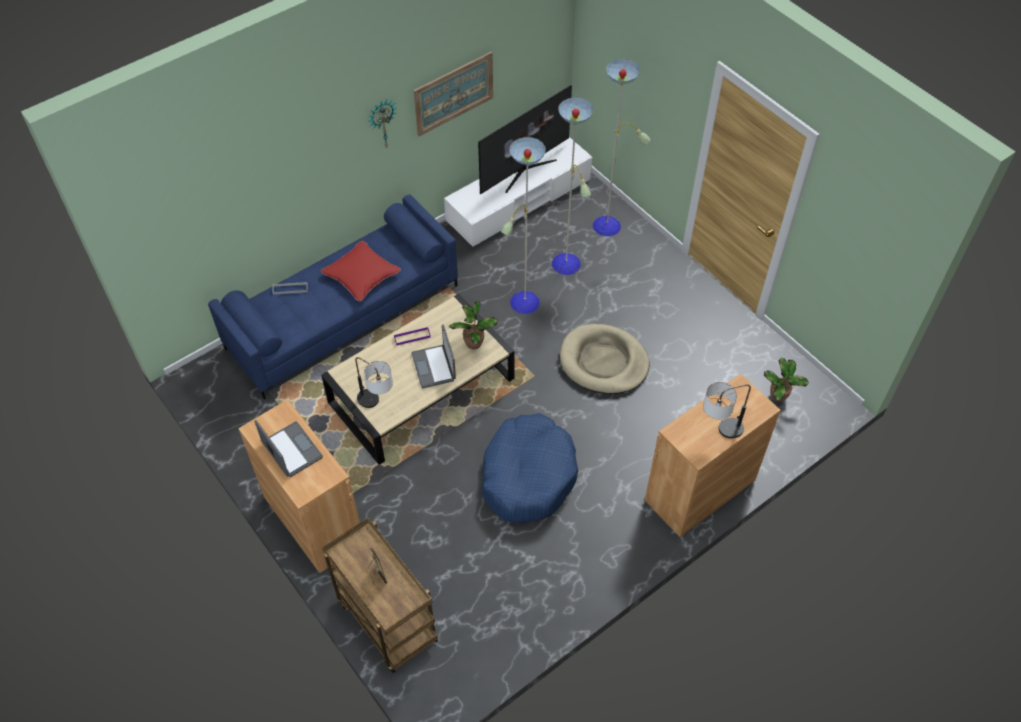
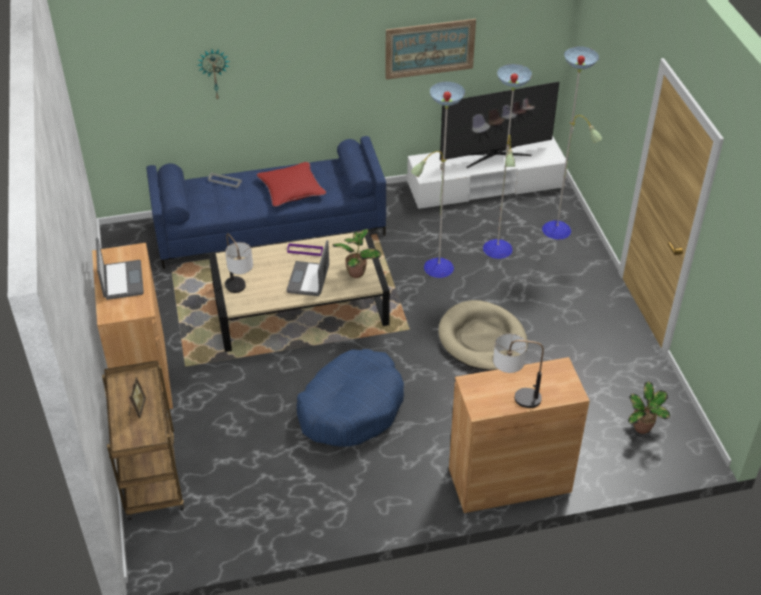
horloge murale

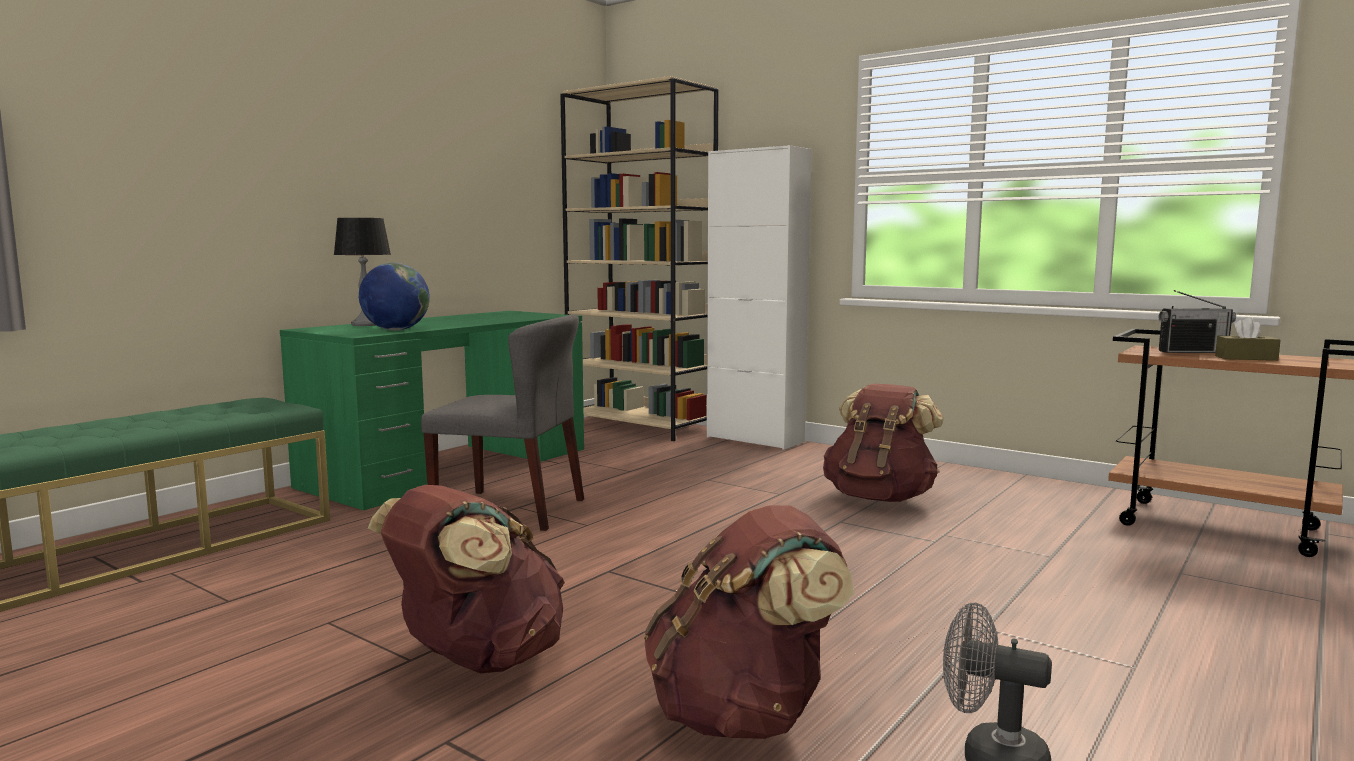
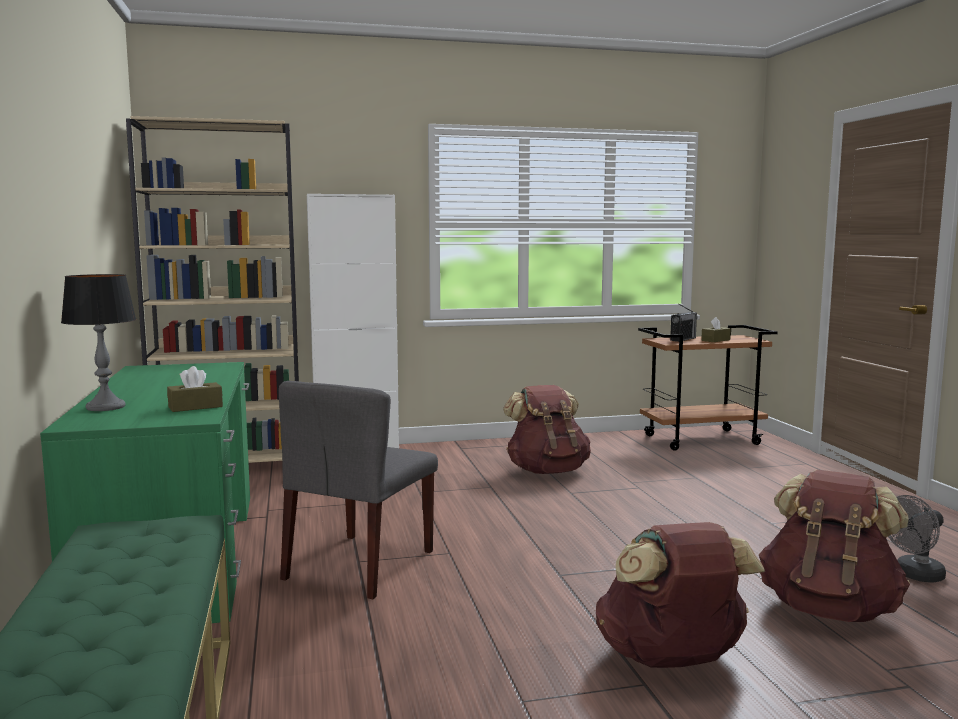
boîte à mouchoirs [marron] (1st from left); chaise [gris]

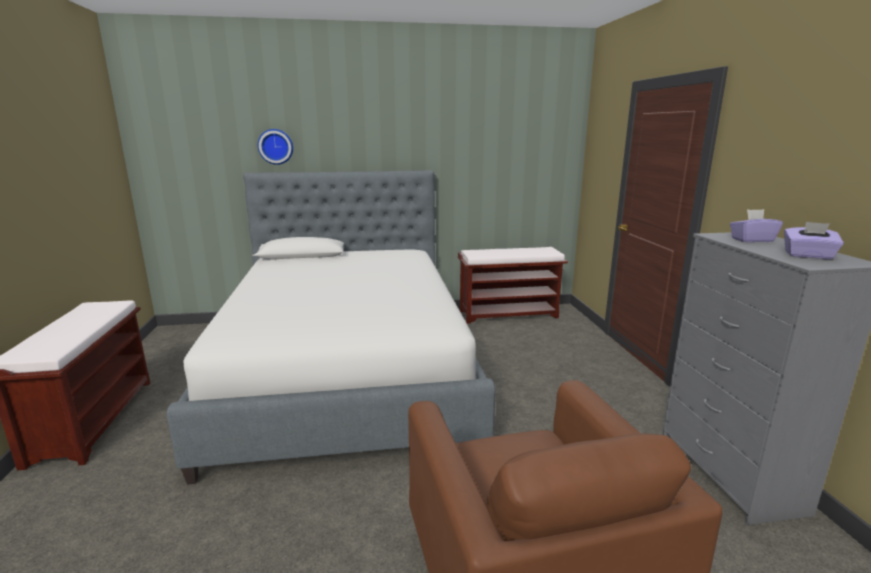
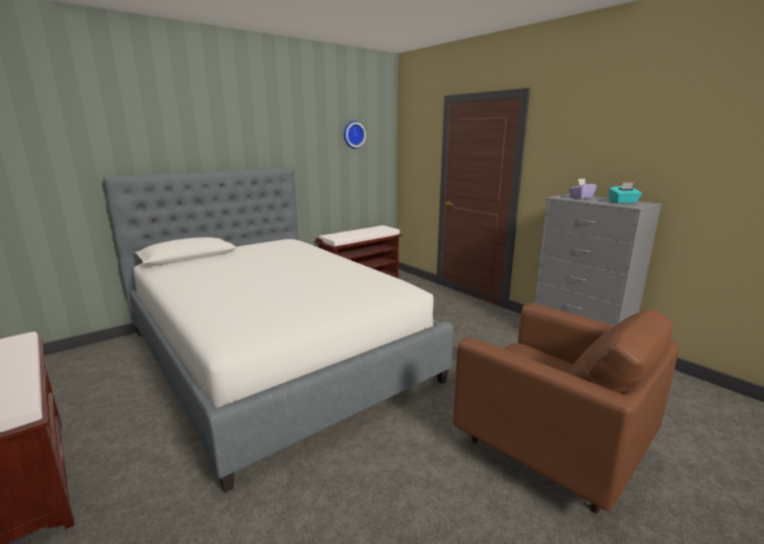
horloge murale; boîte à mouchoirs [turquoise]

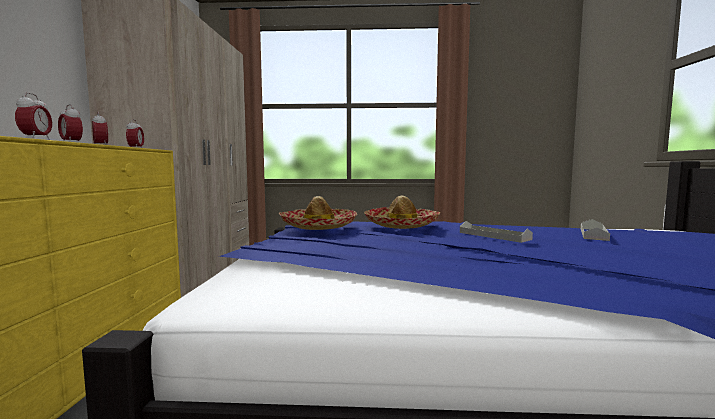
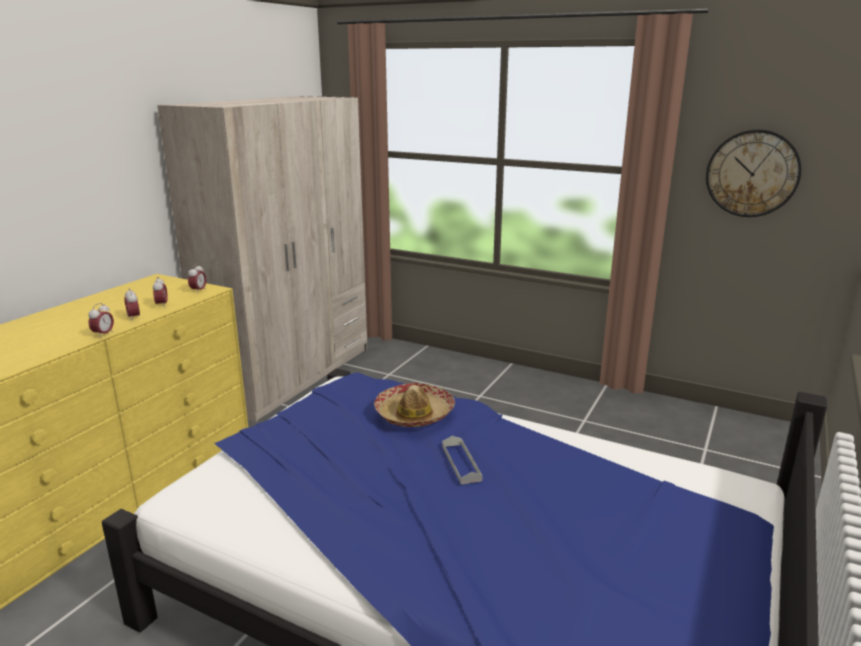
chapeau (1st from left in the first image); plateau [gris] (2nd from left in the first image); horloge murale

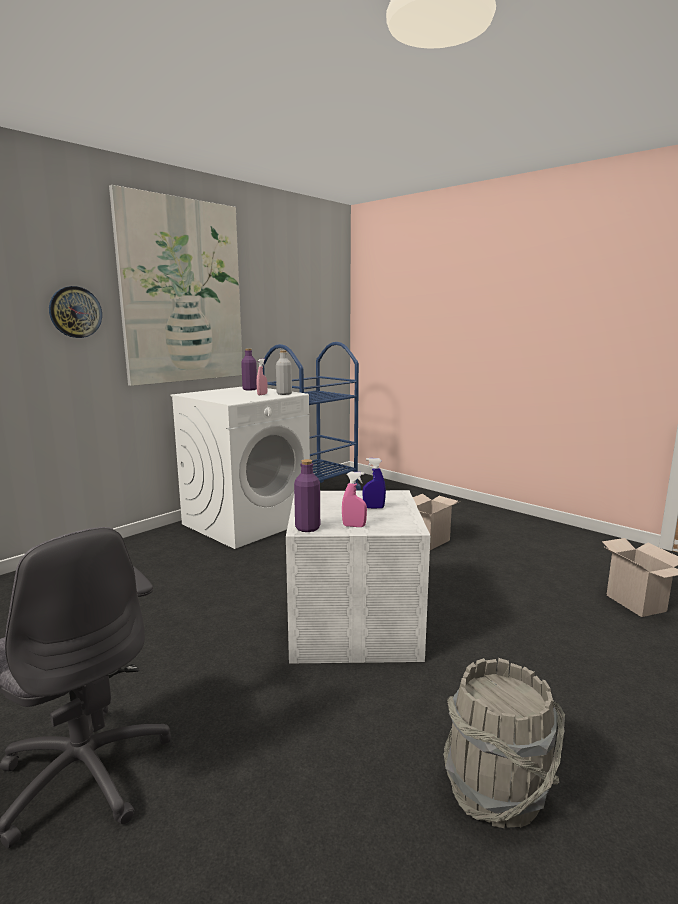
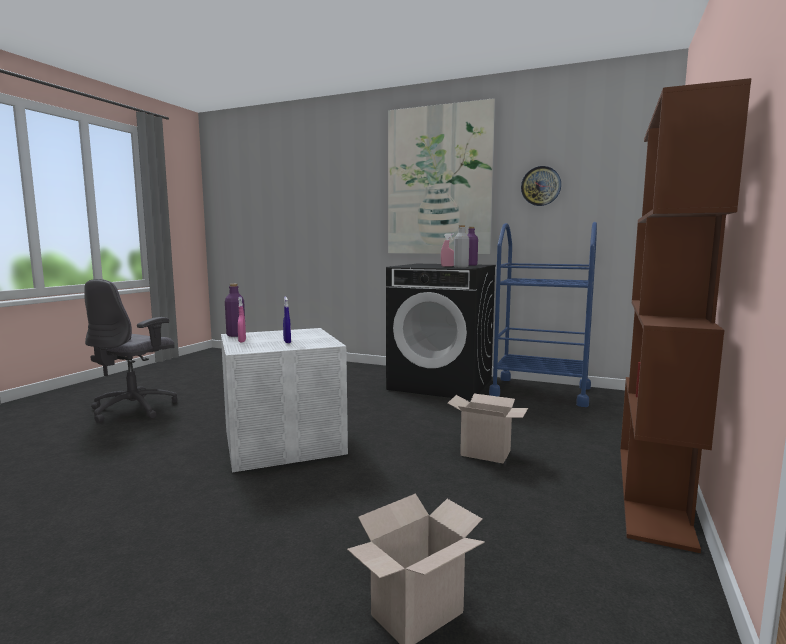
seau [gris]; bibliothèque [marron]; horloge murale; lave-linge [noir]

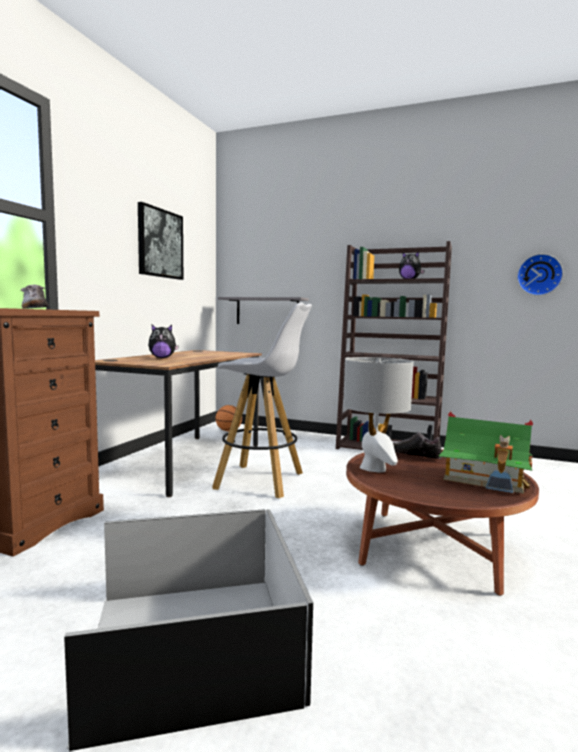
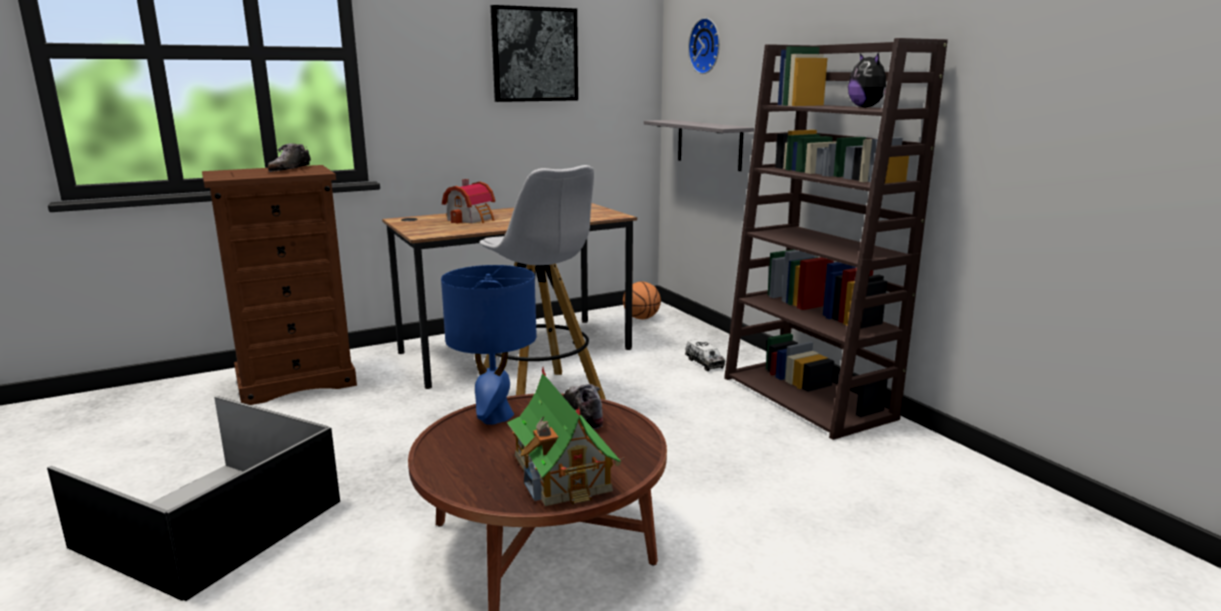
camion jouet; horloge murale; maison miniature (1st from left); lampe de table [bleu]

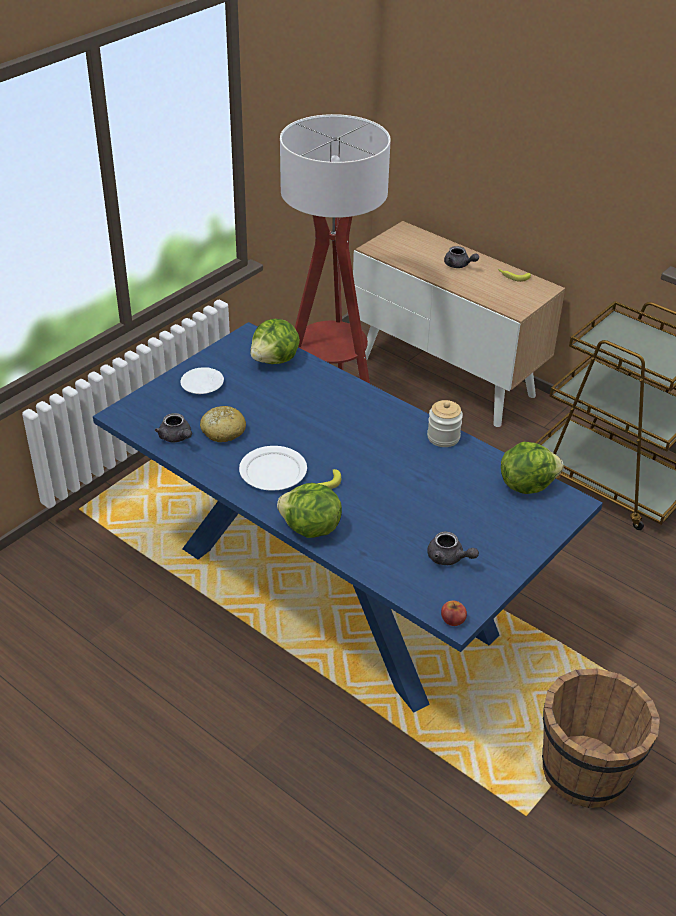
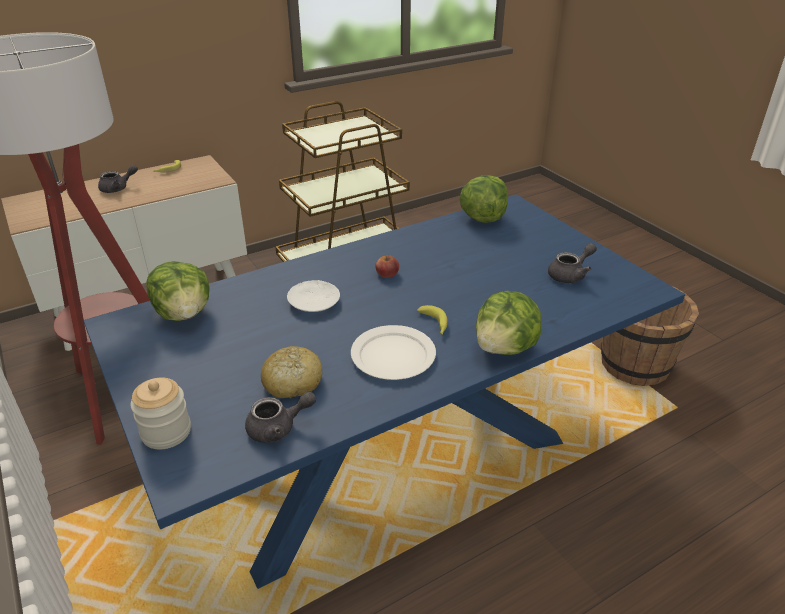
assiette [blanc] (1st from left); bocal; pomme

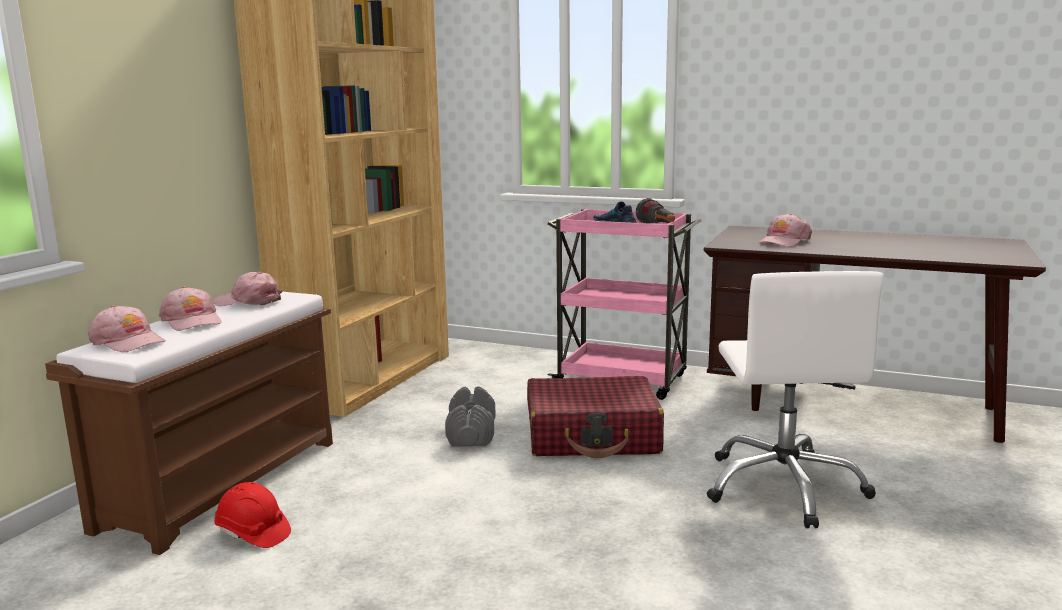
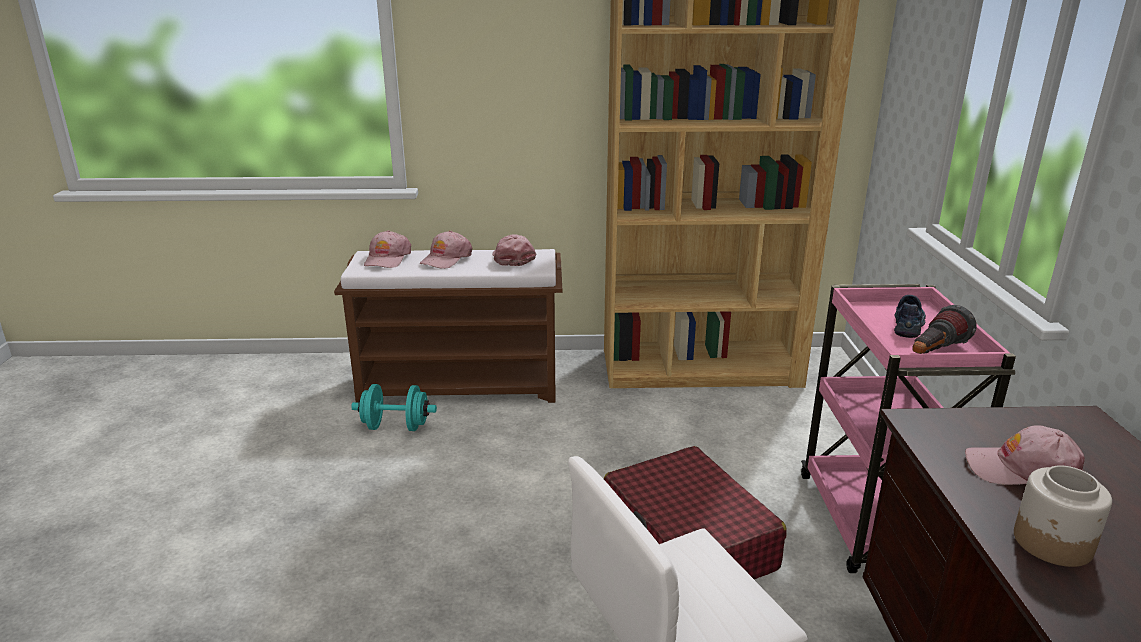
haltère [gris]; bocal; haltère [turquoise]

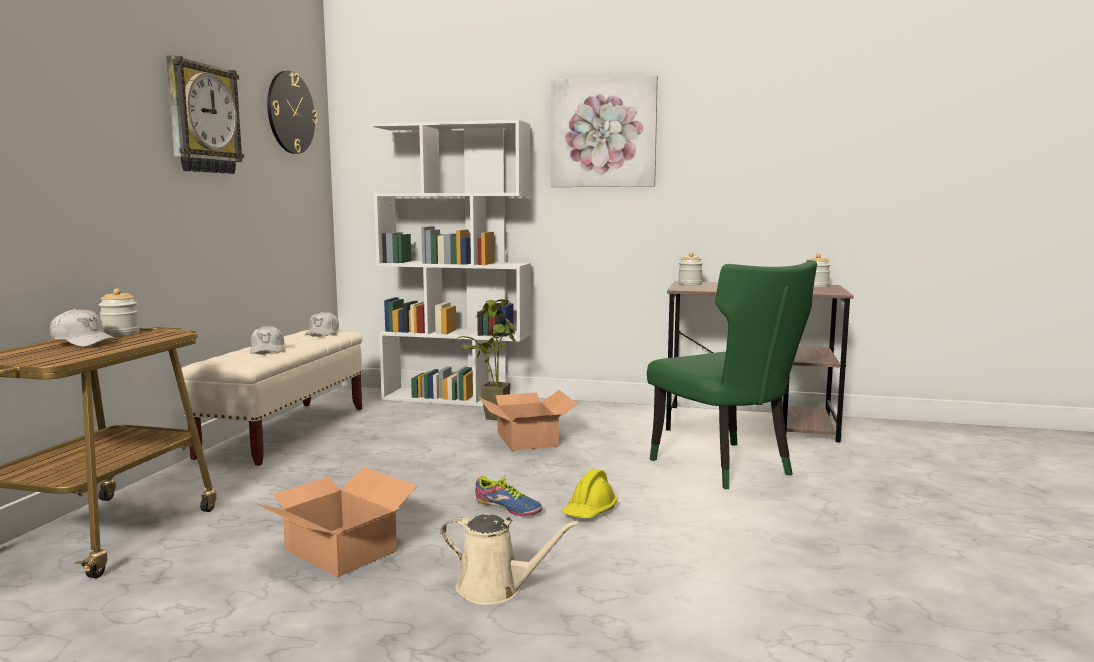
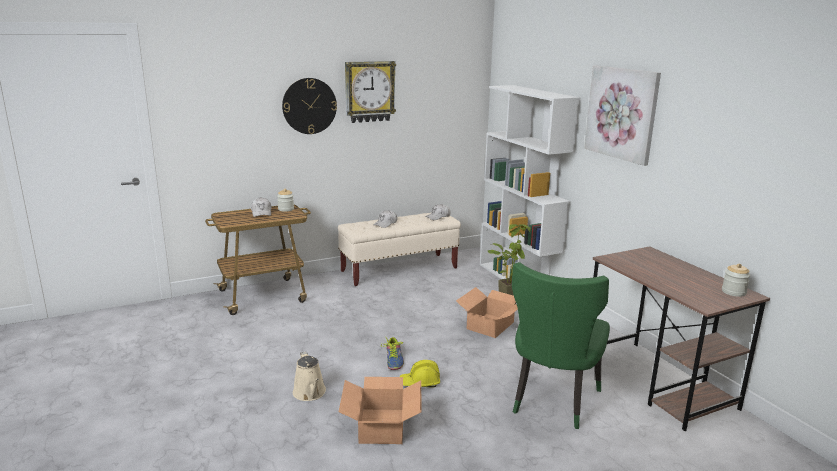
bocal (2nd from left in the first image); carton (1st from left); horloge murale (1st from left)

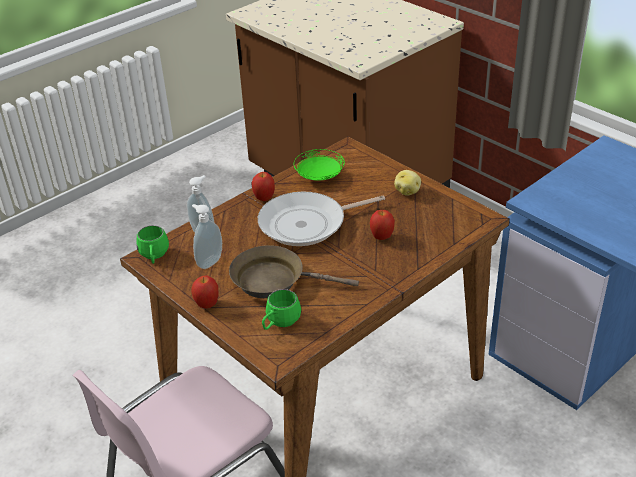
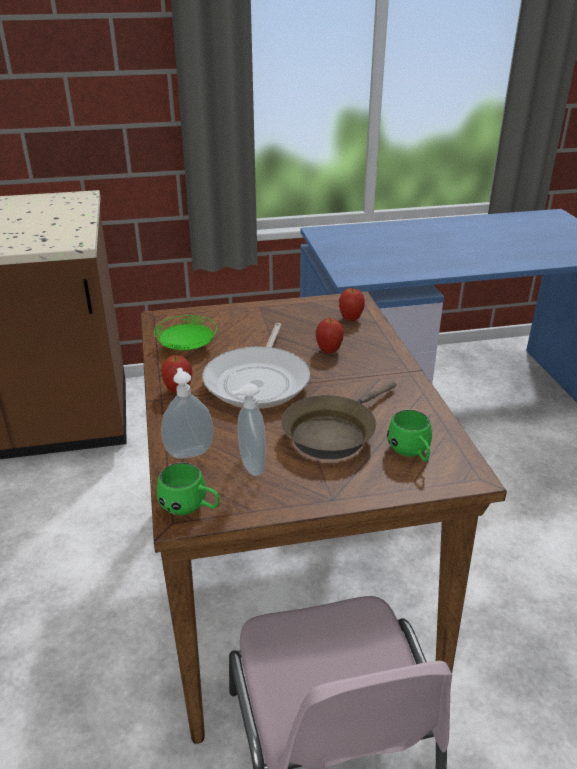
pomme de terre; pomme (3rd from left)

